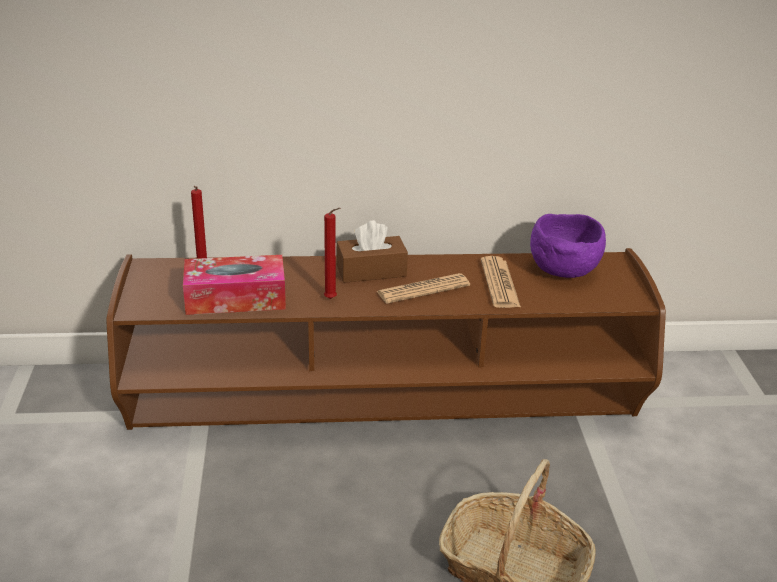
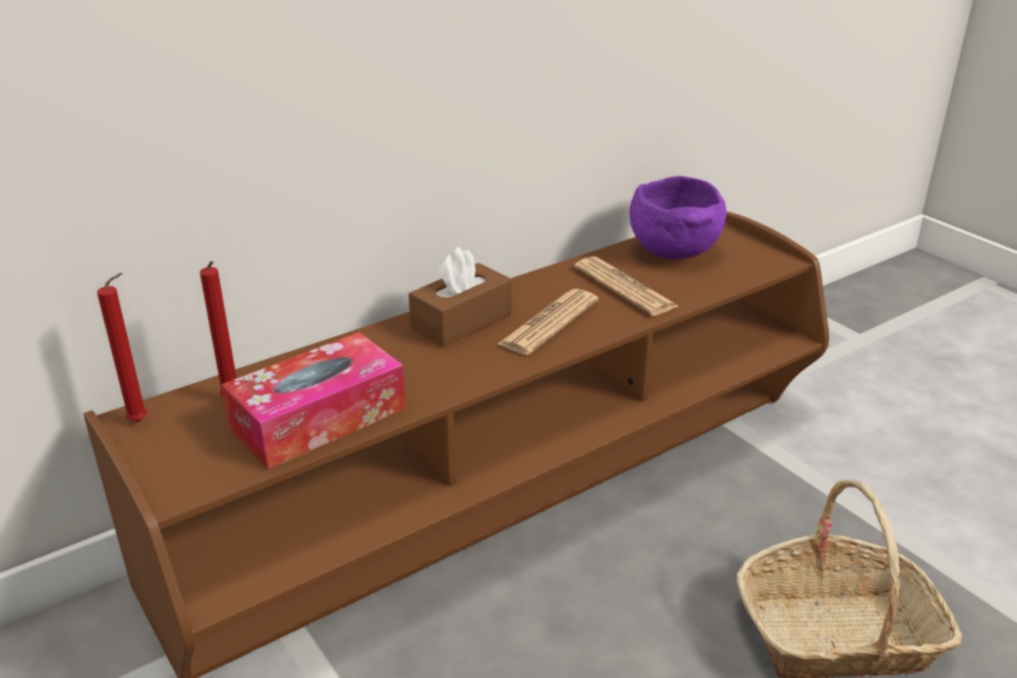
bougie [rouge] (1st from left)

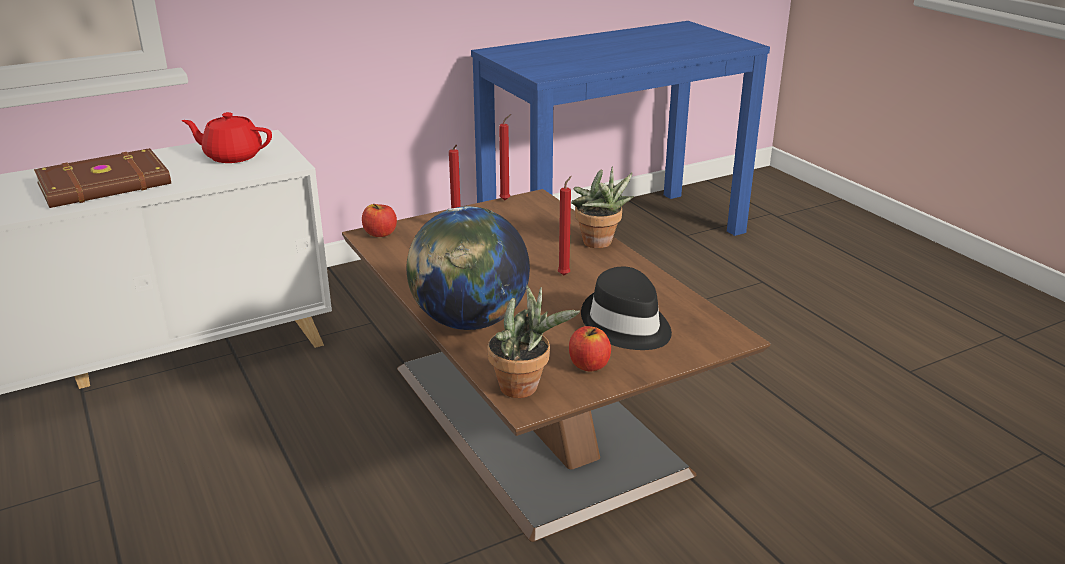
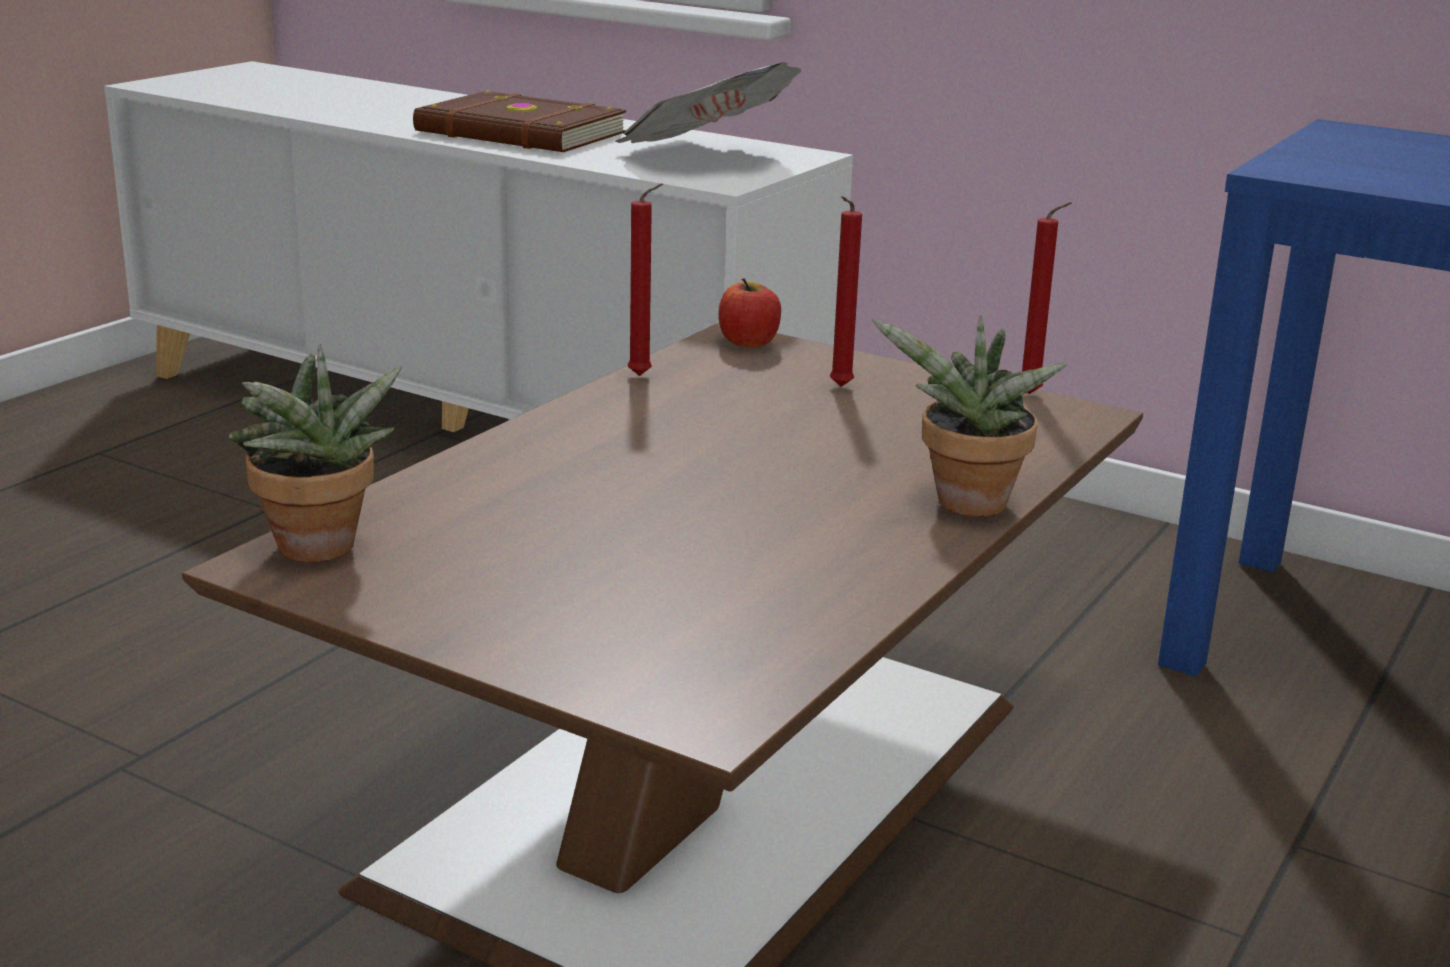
globe; pomme (2nd from left in the first image); chapeau [noir]; bougie [rouge] (1st from left); journal

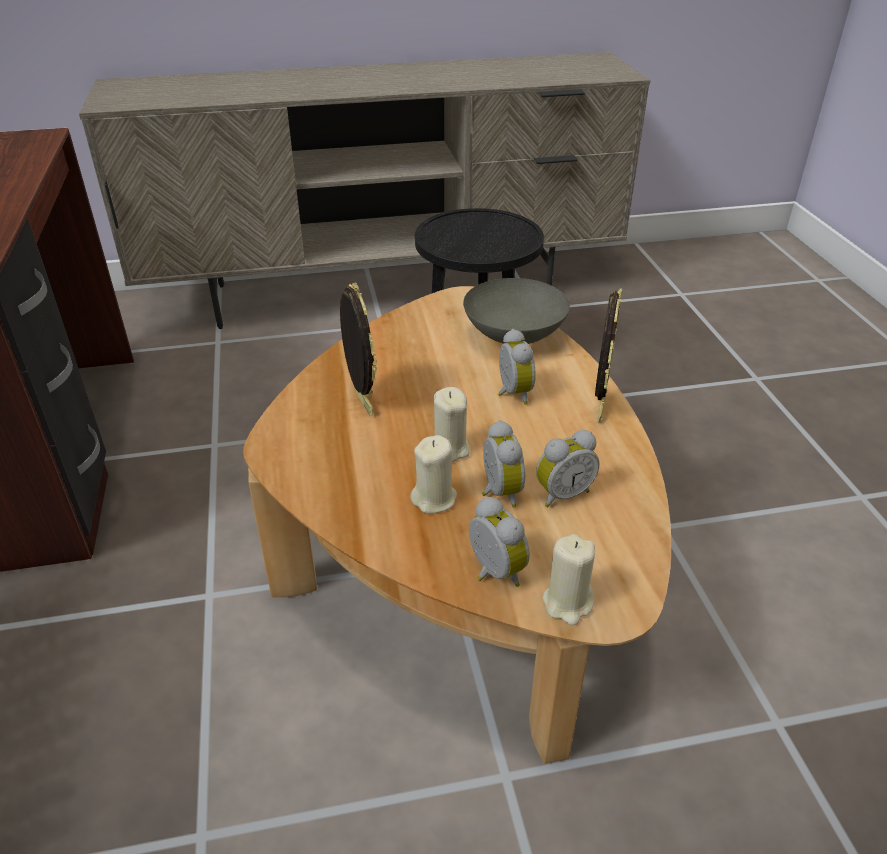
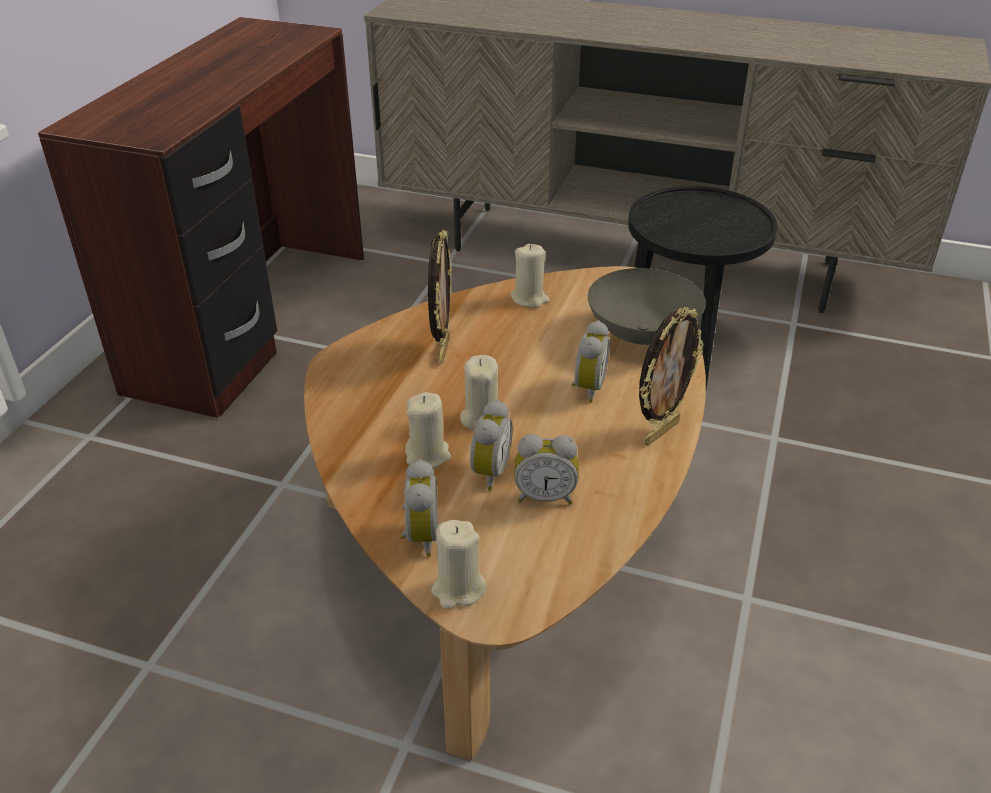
bougie [beige] (4th from left)

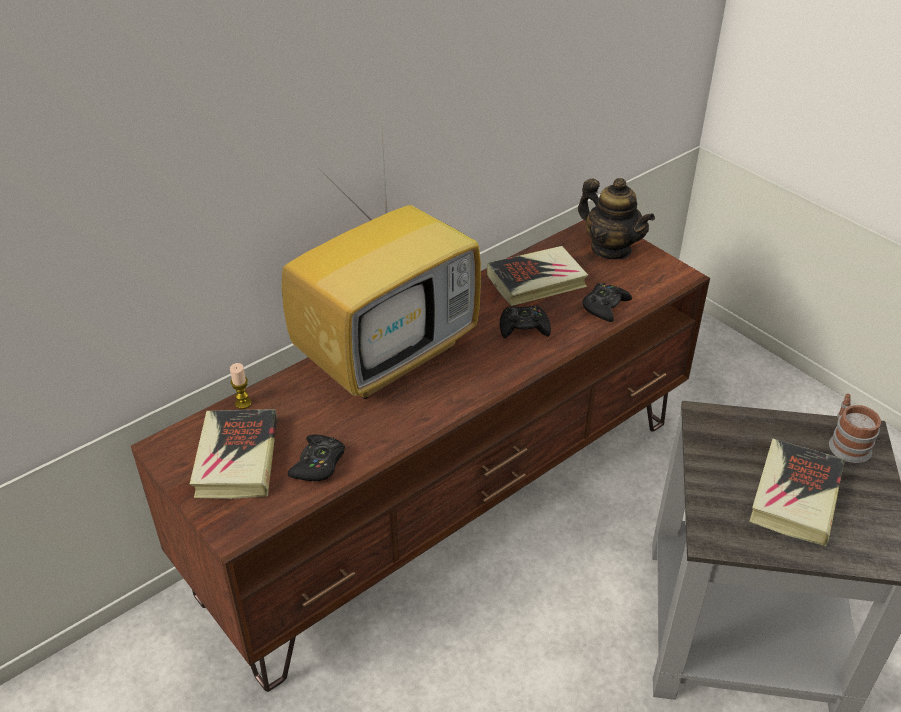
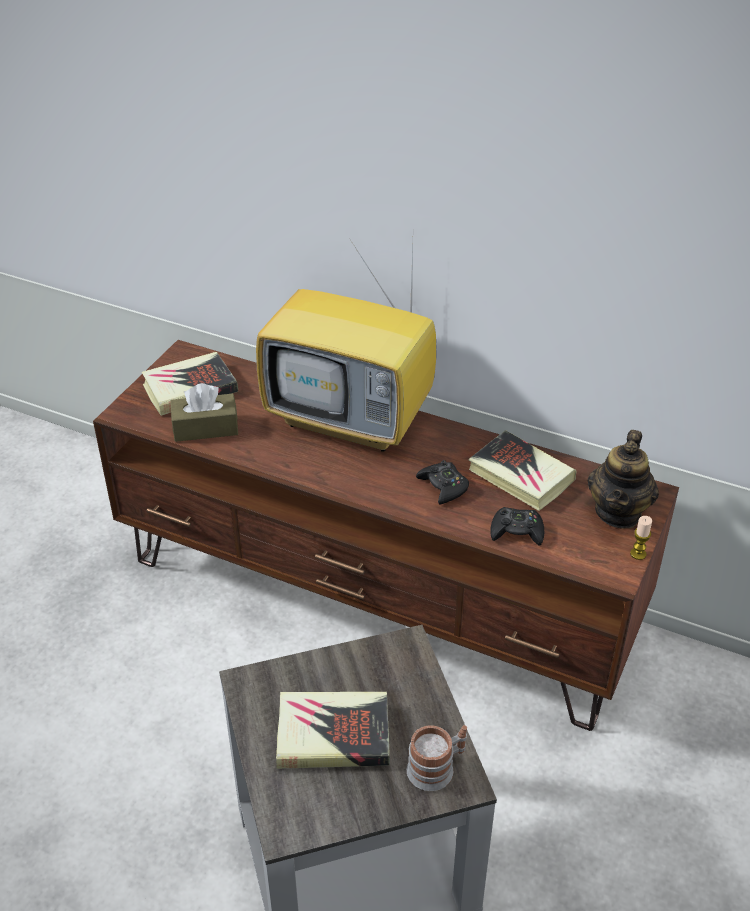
bougie; boîte à mouchoirs [marron]

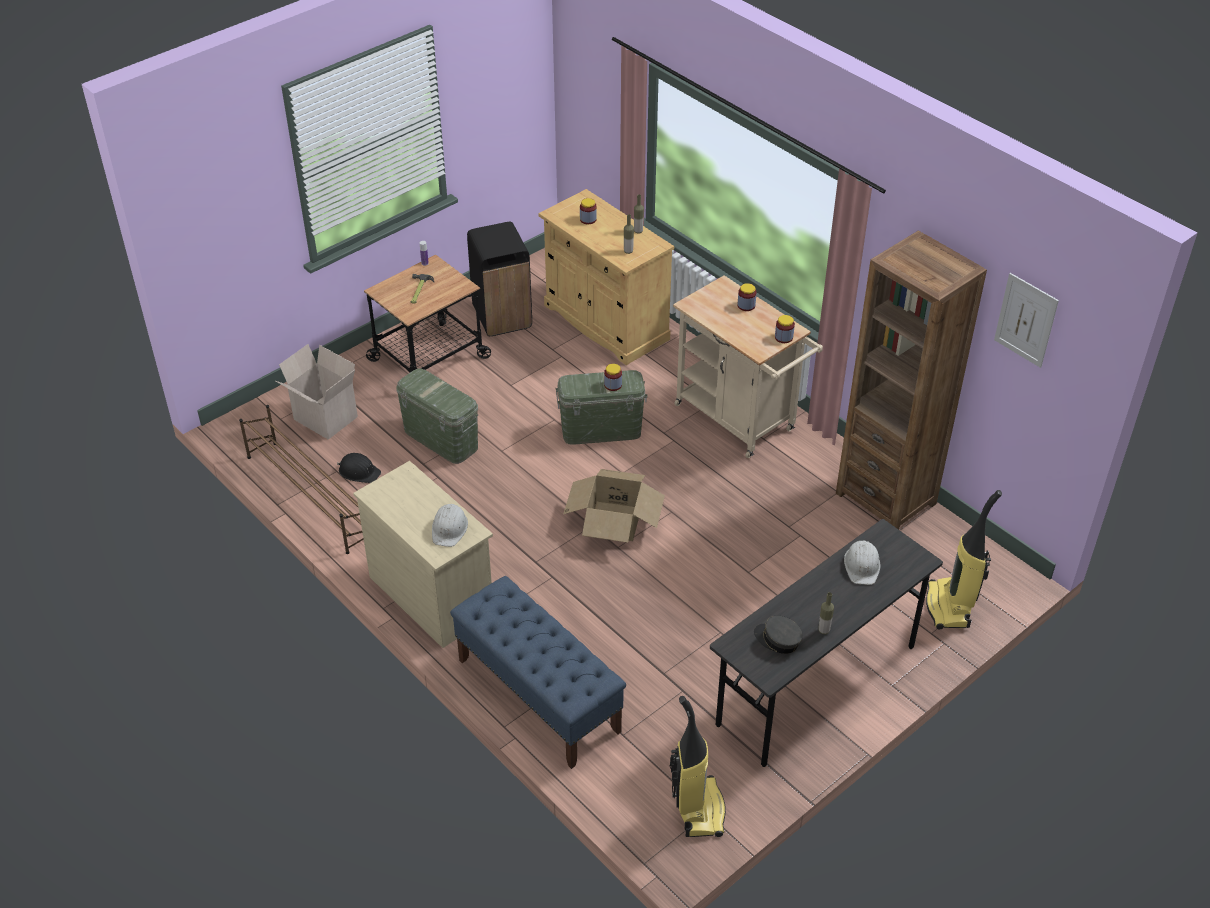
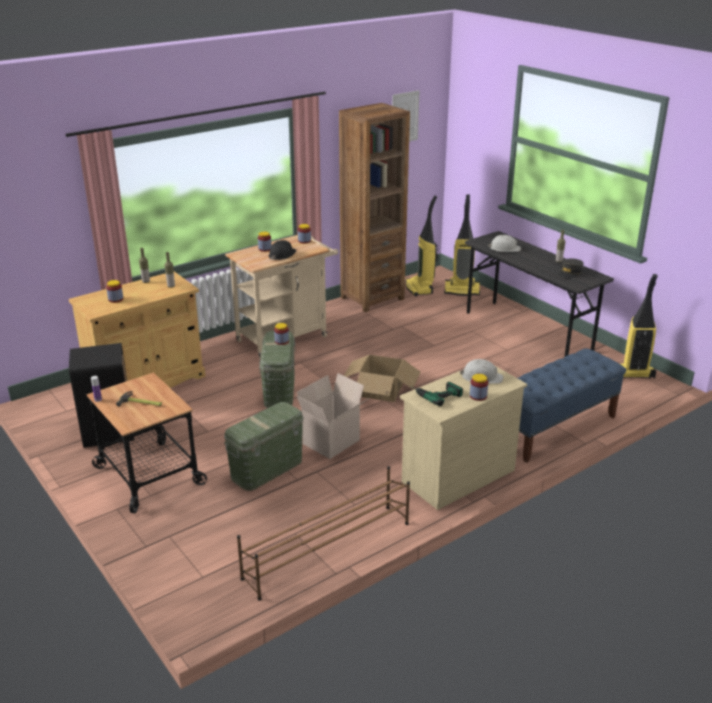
aspirateur (1st from left); perceuse; bocal (5th from left); carton (1st from left); casque de chantier [noir]

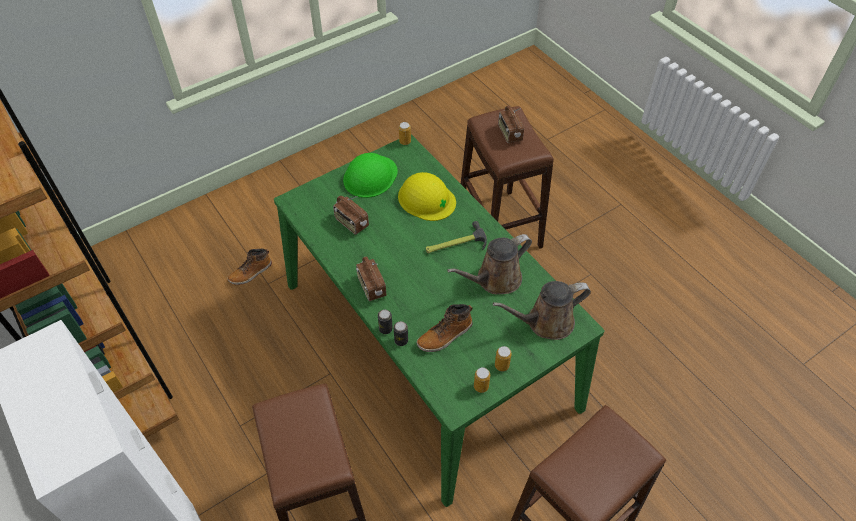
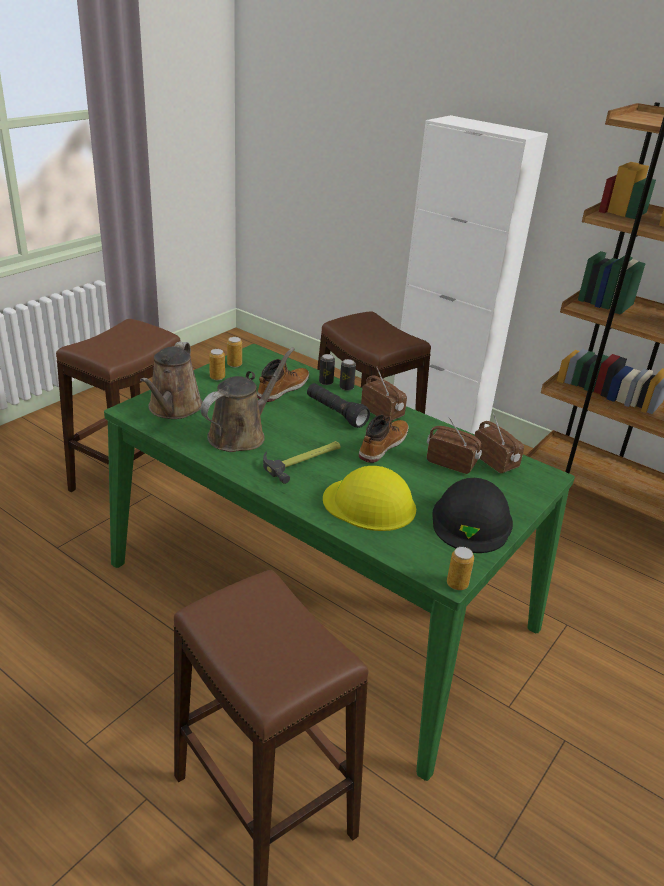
lampe de poche [noir]; botte (2nd from left); radio (3rd from left); casque de chantier [noir]; arrosoir [marron] (1st from left)

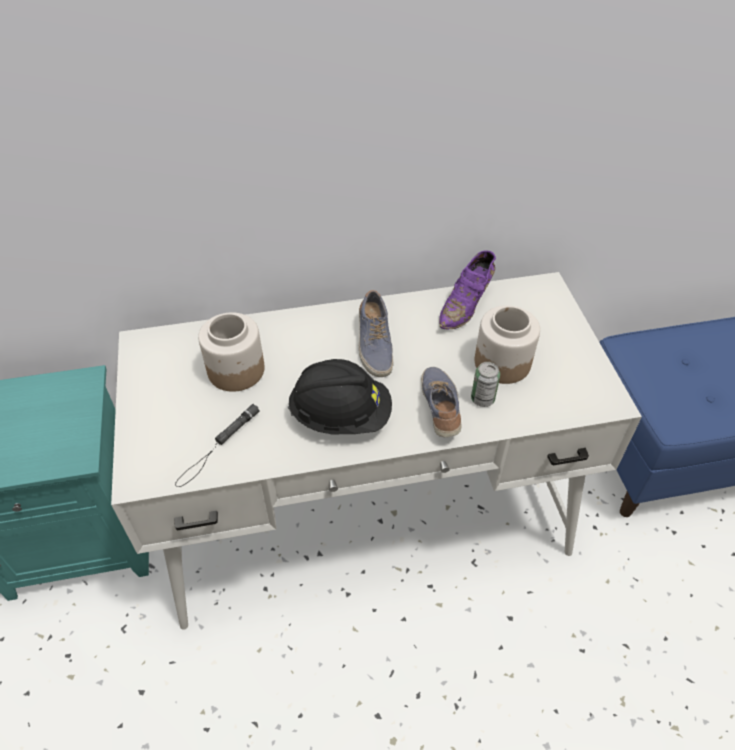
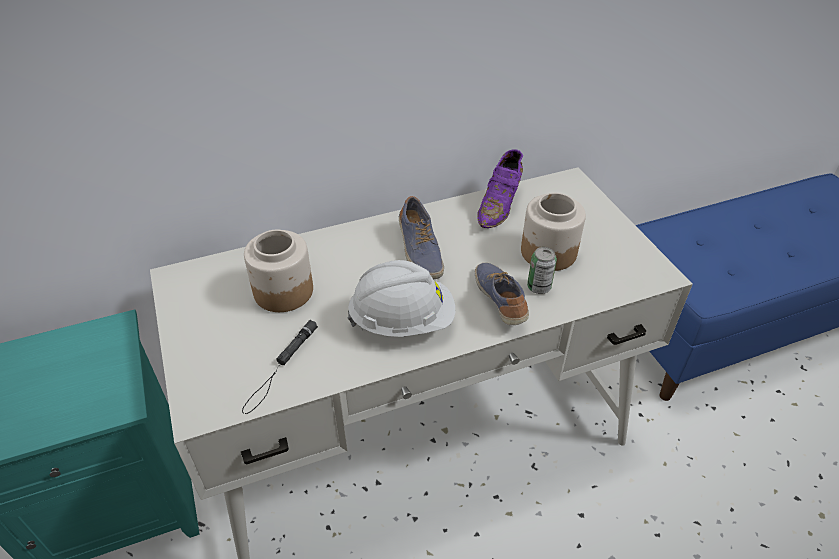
casque de chantier [blanc]

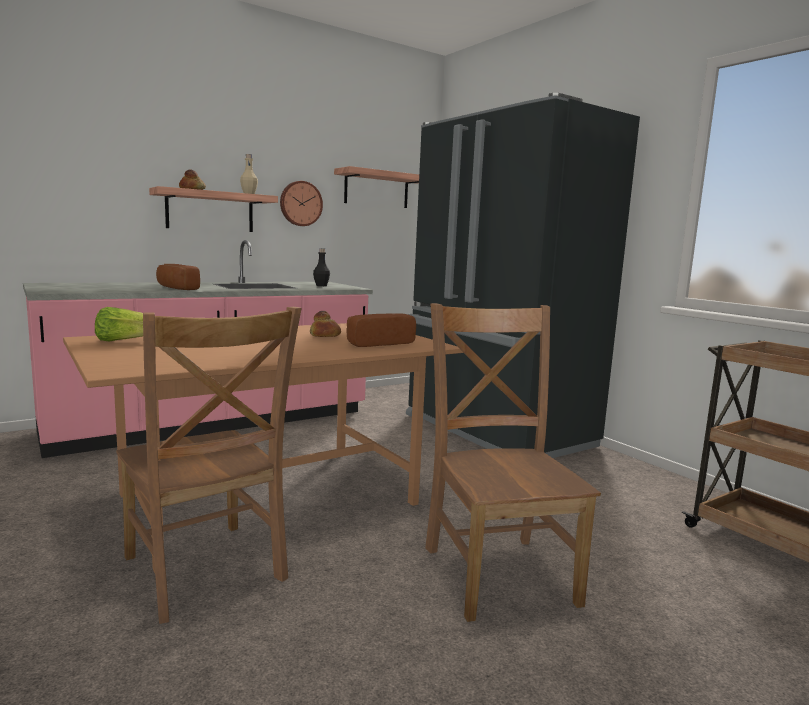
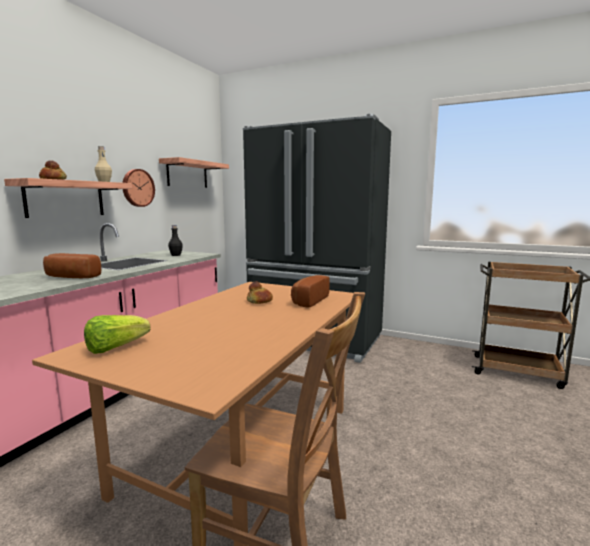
chaise [marron] (2nd from left in the first image)

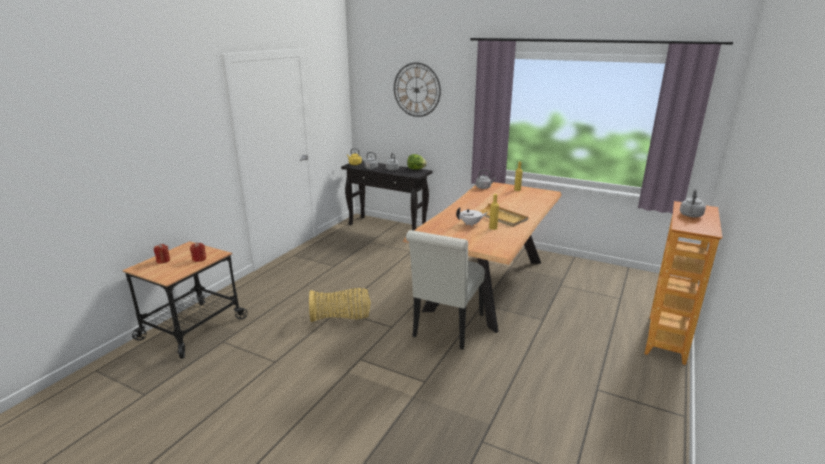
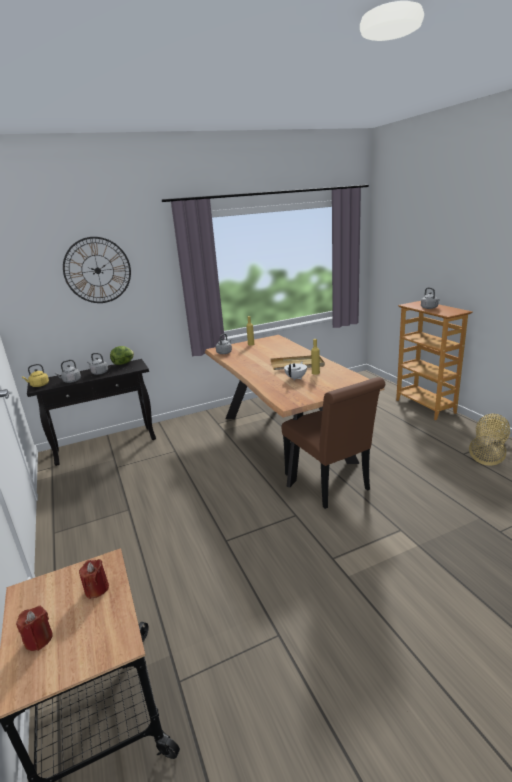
panier; chaise [marron]

